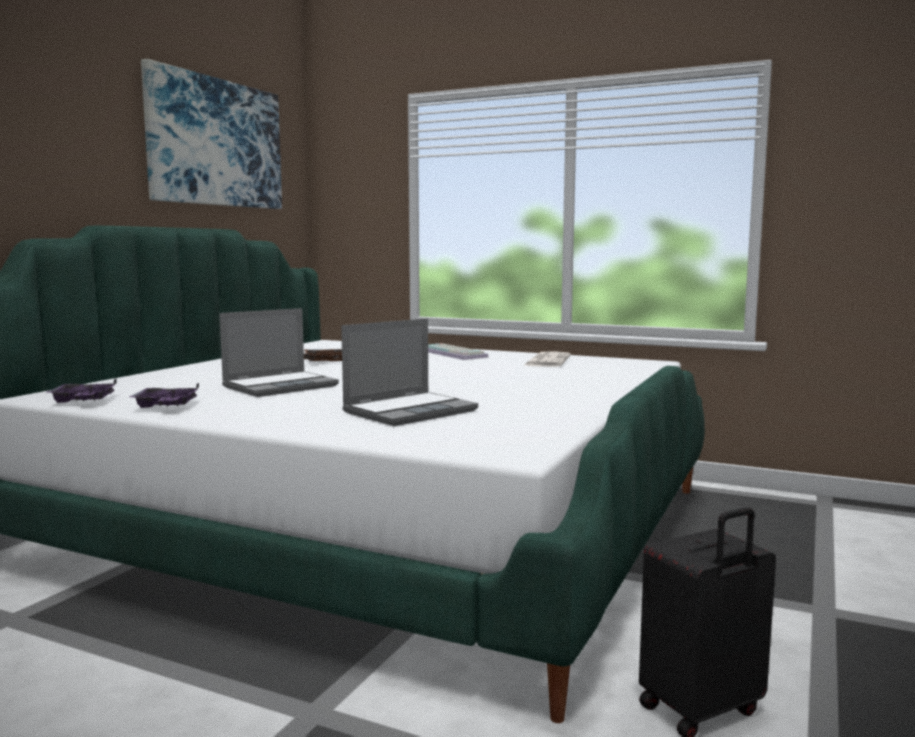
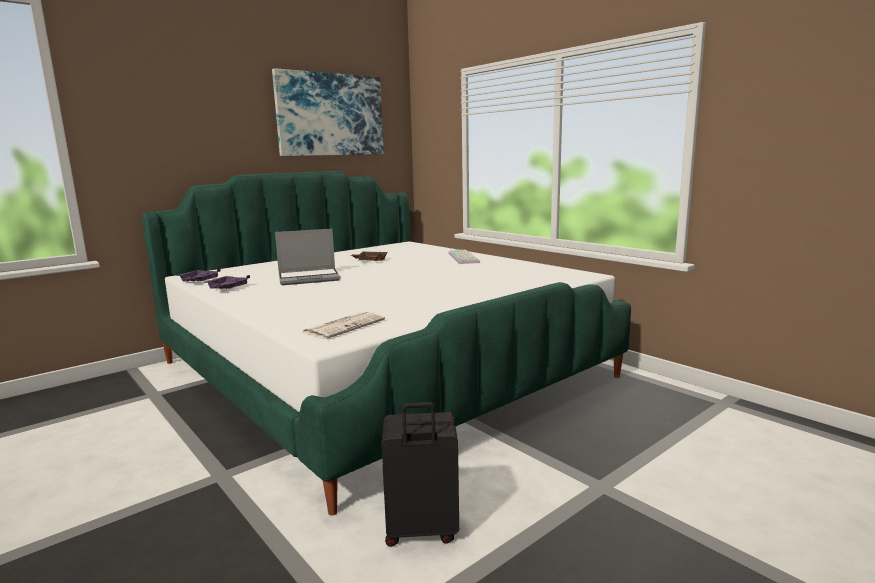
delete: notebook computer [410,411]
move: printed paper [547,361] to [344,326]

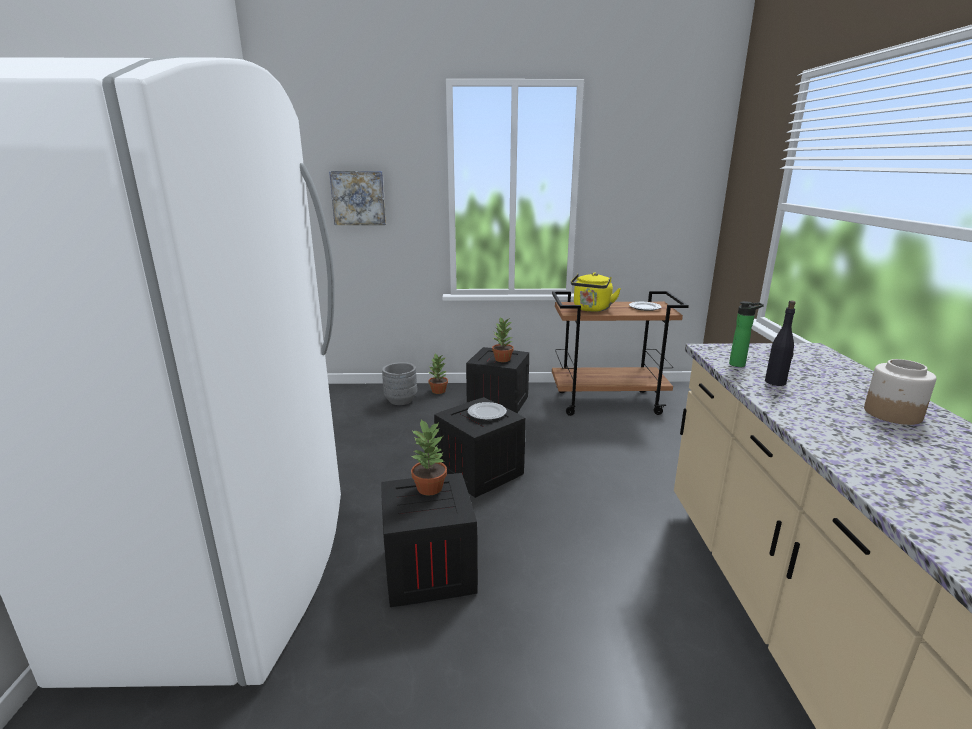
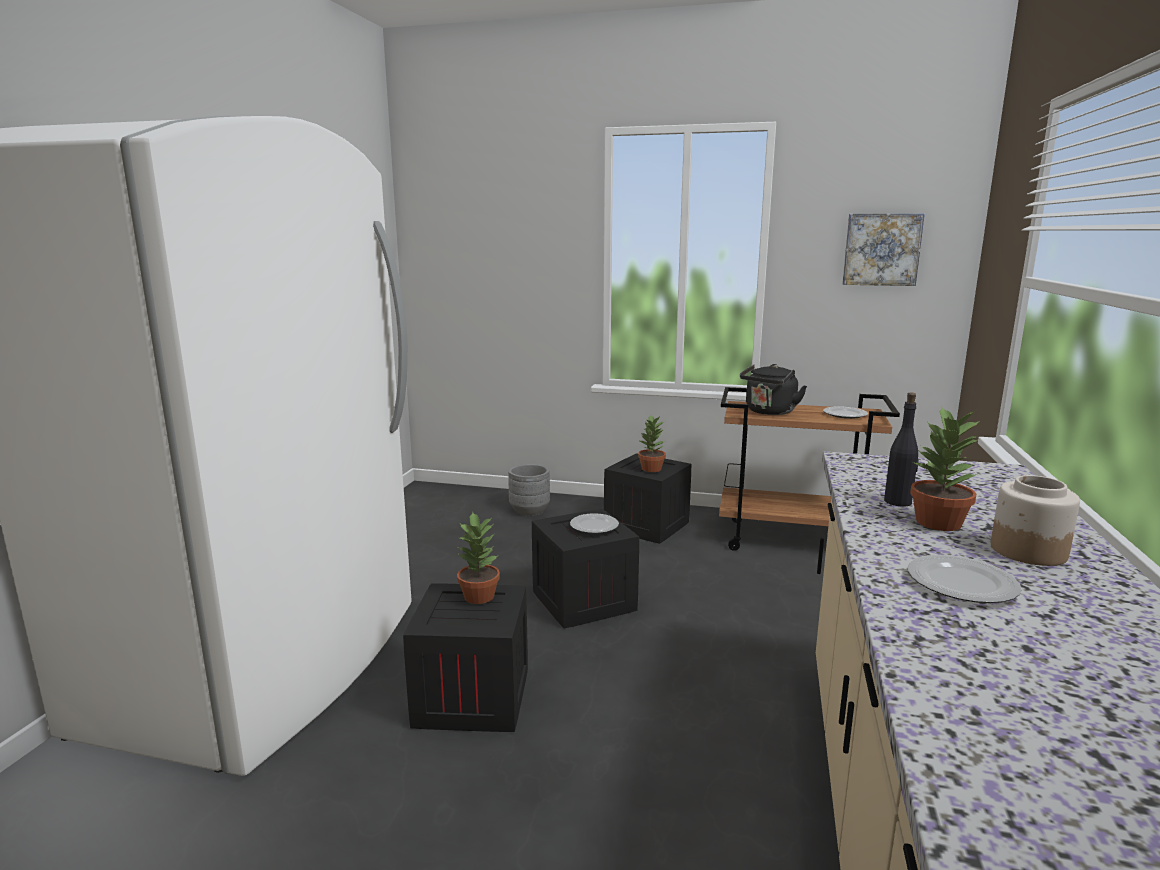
delete: bottle [739,364]
insert: plate [962,584]
move: wall picture [359,198] to [881,249]; potted plant [438,391] to [938,523]
recolor: yellow water kettle [591,309] to black water kettle [769,412]

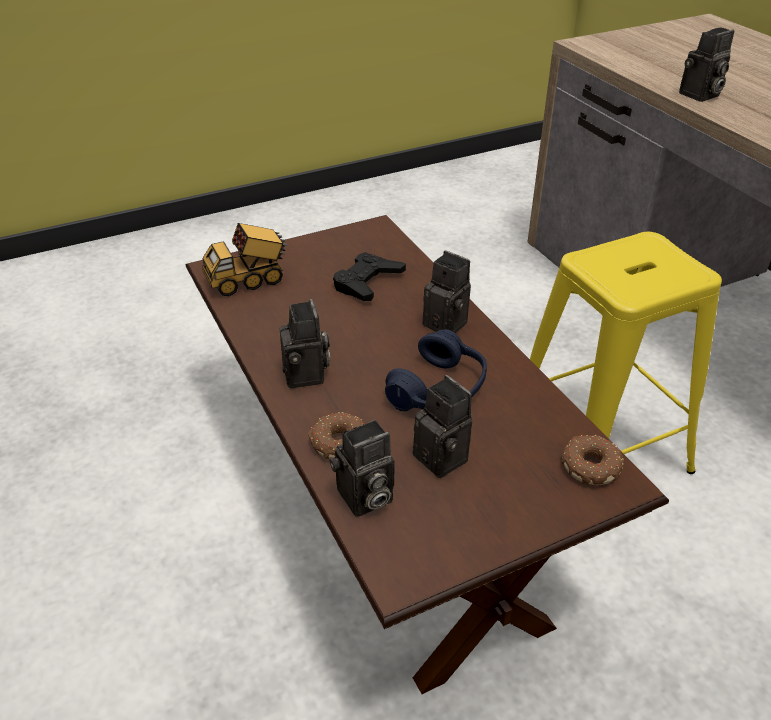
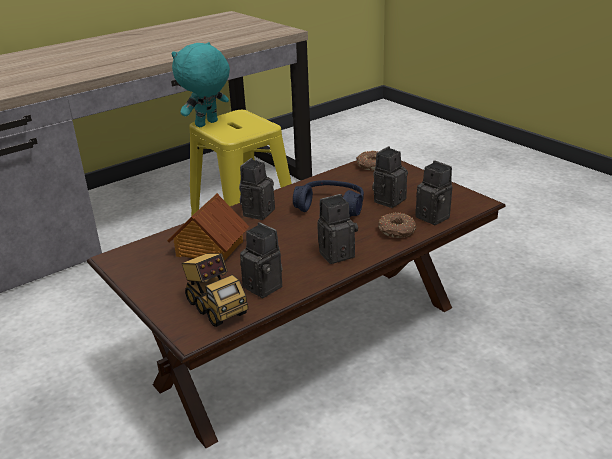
insert: turquoise cuddly toy [207,124]
move: still camera [699,95] to [266,286]
replace: black joypad [367,282] to model house [209,249]

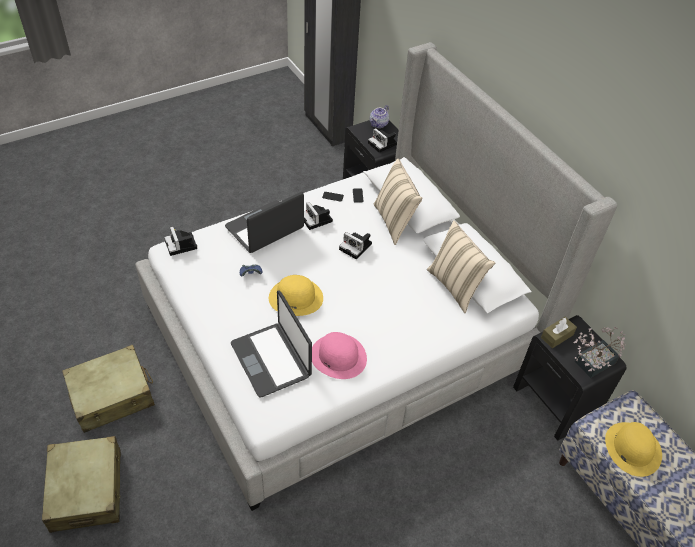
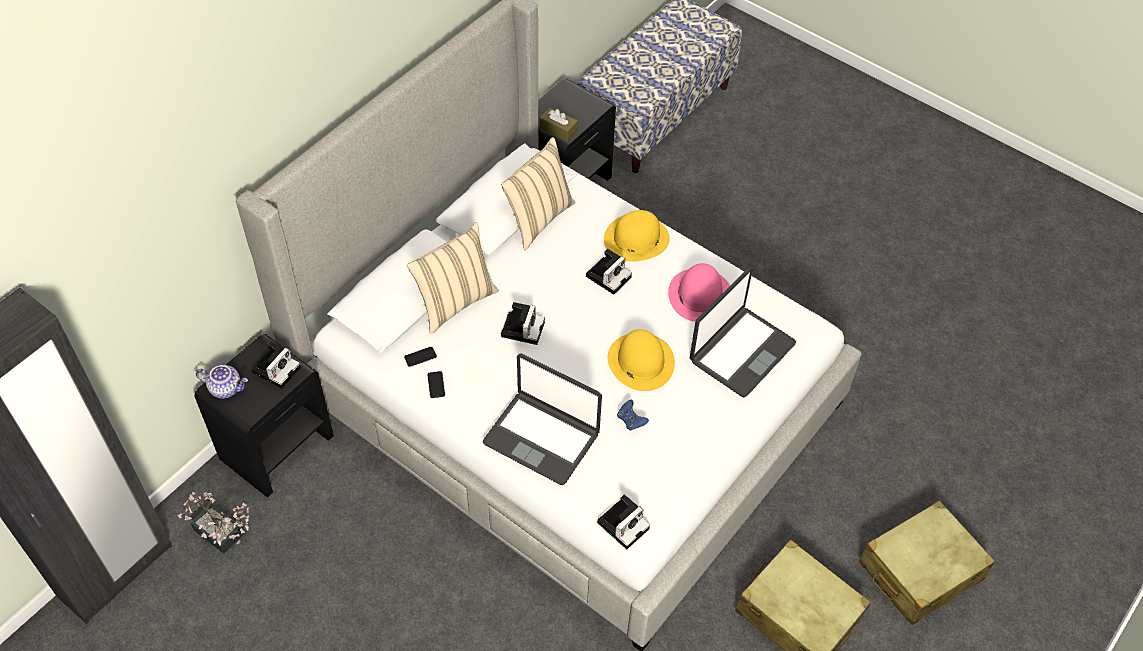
move: still camera [317,220] to [609,275]; potted plant [591,364] to [222,535]; yellow hat [632,448] to [636,239]

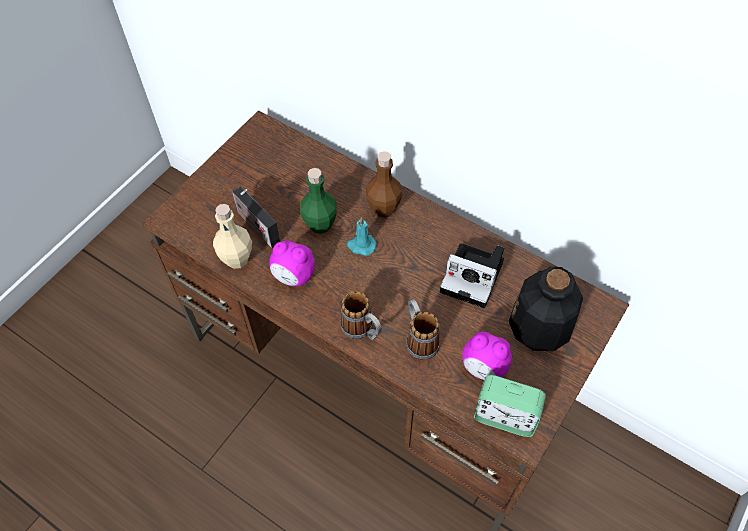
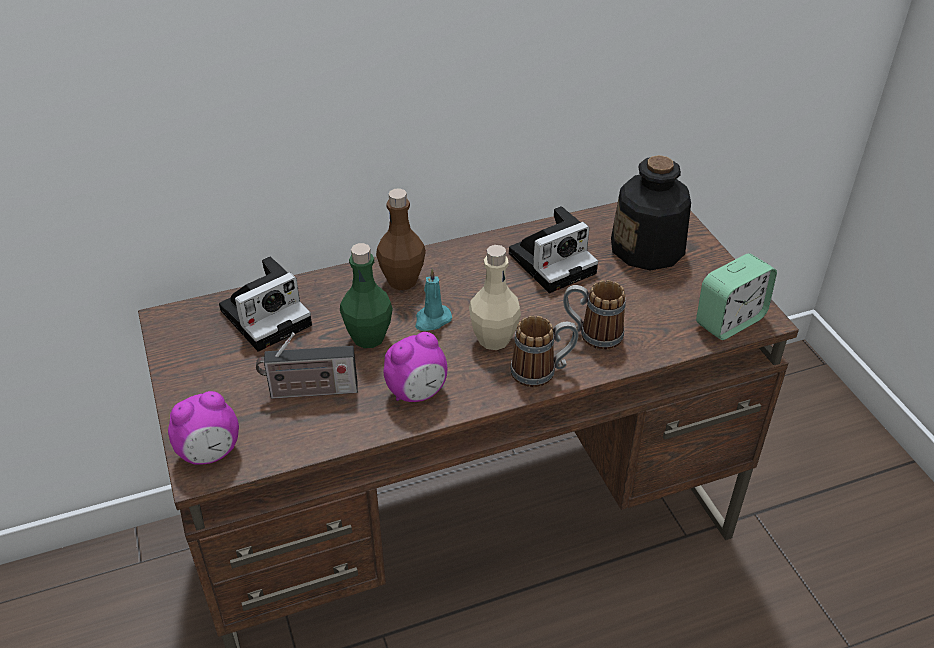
insert: still camera [268,315]
move: beige-coloured bottle [237,259] to [494,339]; bedside clock [483,368] to [210,453]

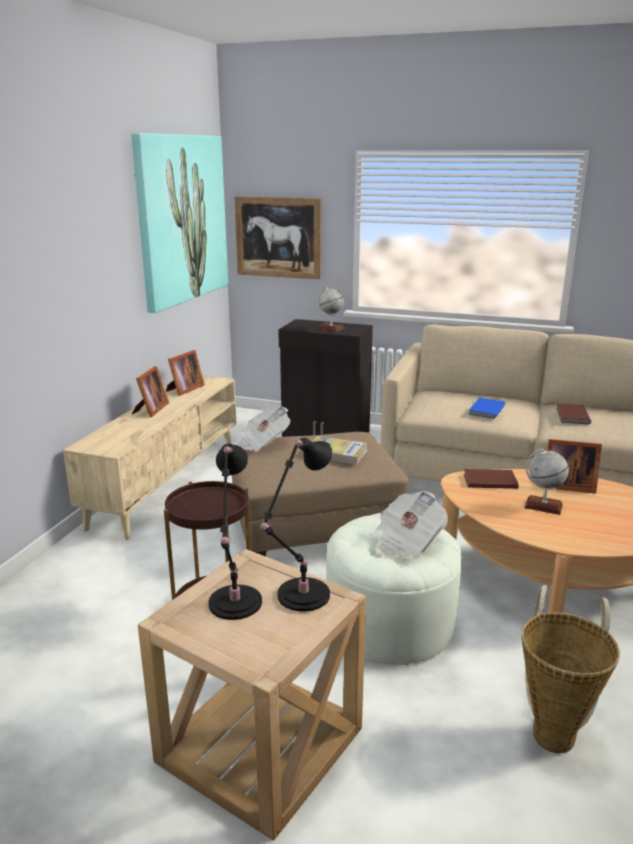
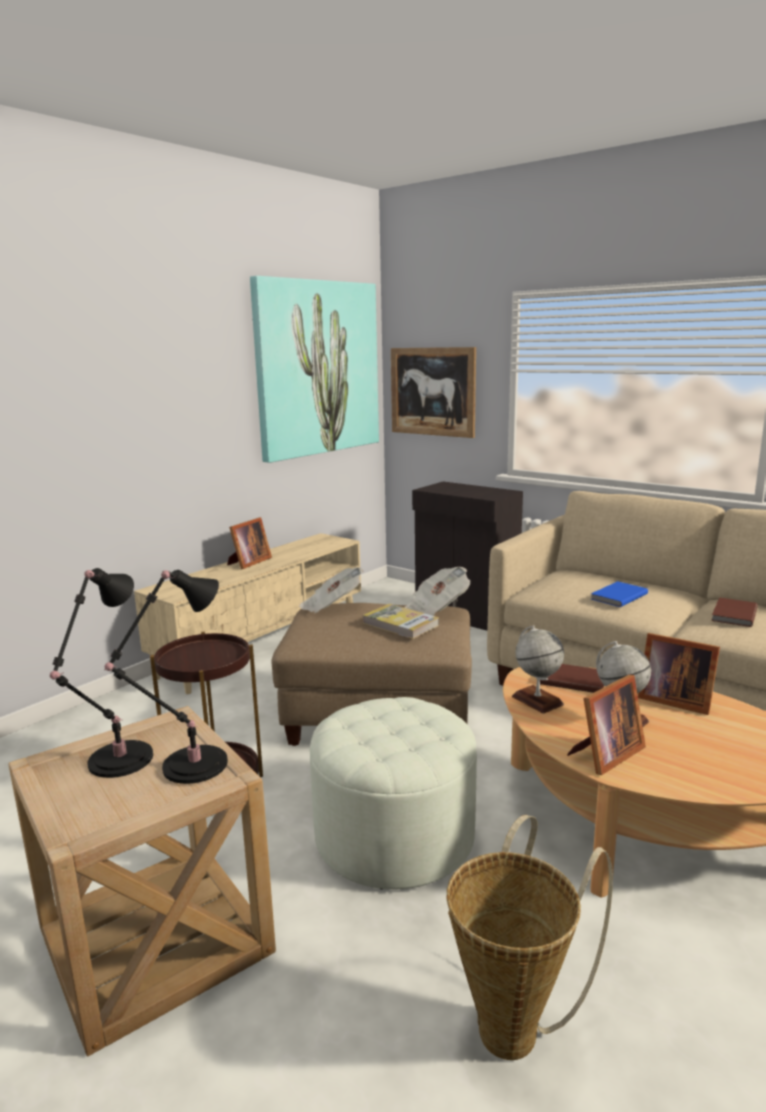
move: globe [330,328] to [537,700]; standing frame [184,389] to [605,755]; printed paper [407,542] to [436,608]

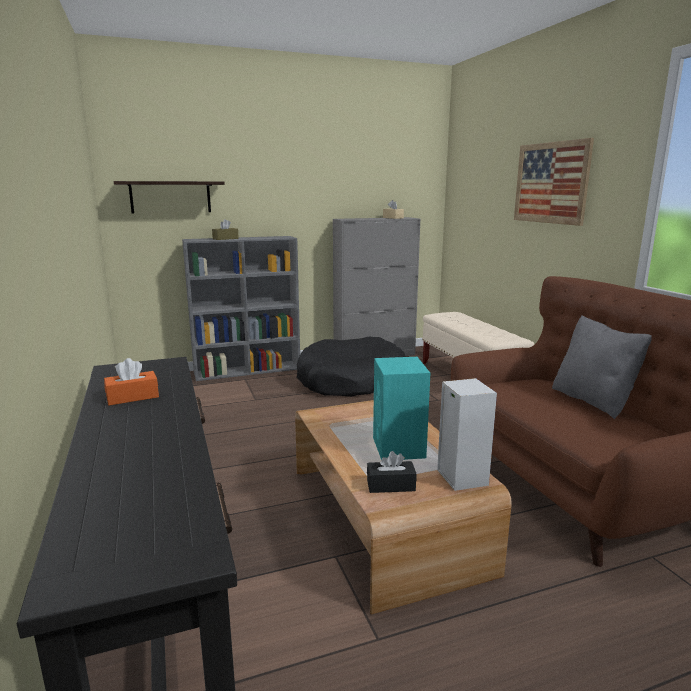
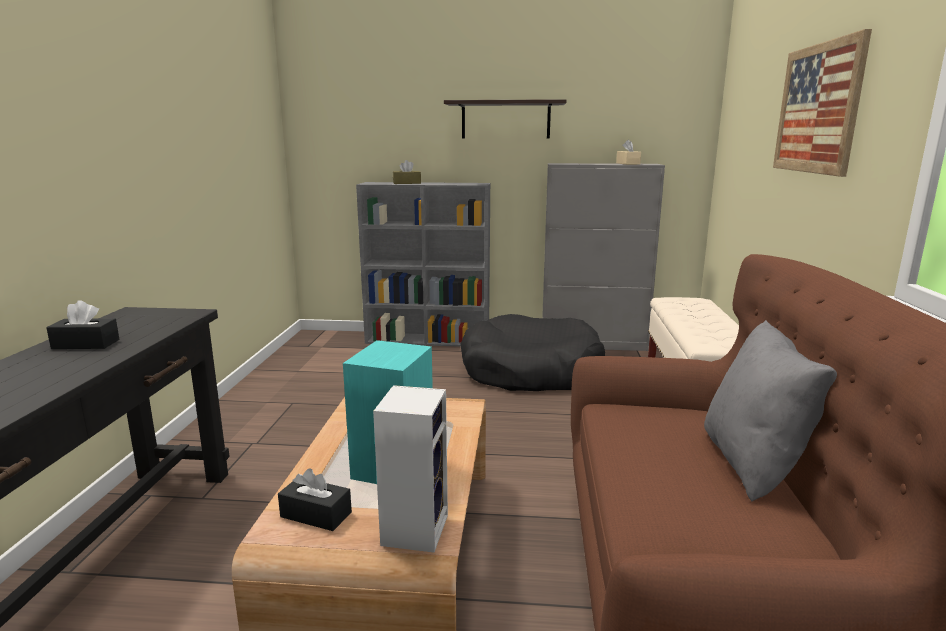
move: shelf [170,197] to [505,120]
recolor: orange-coloured box of tissues [132,397] to black box of tissues [86,344]

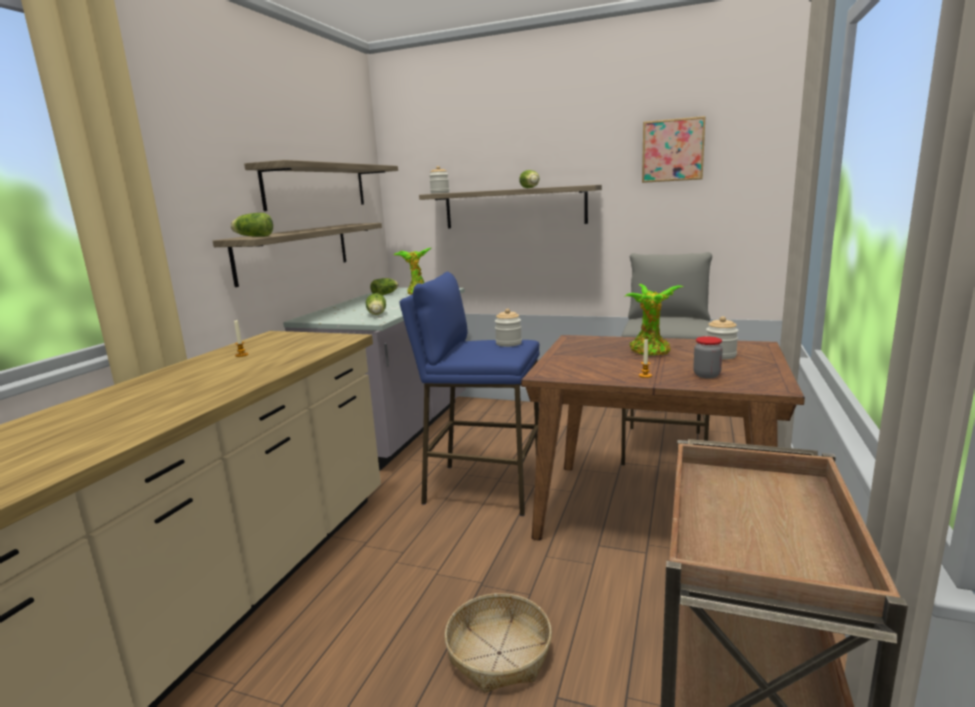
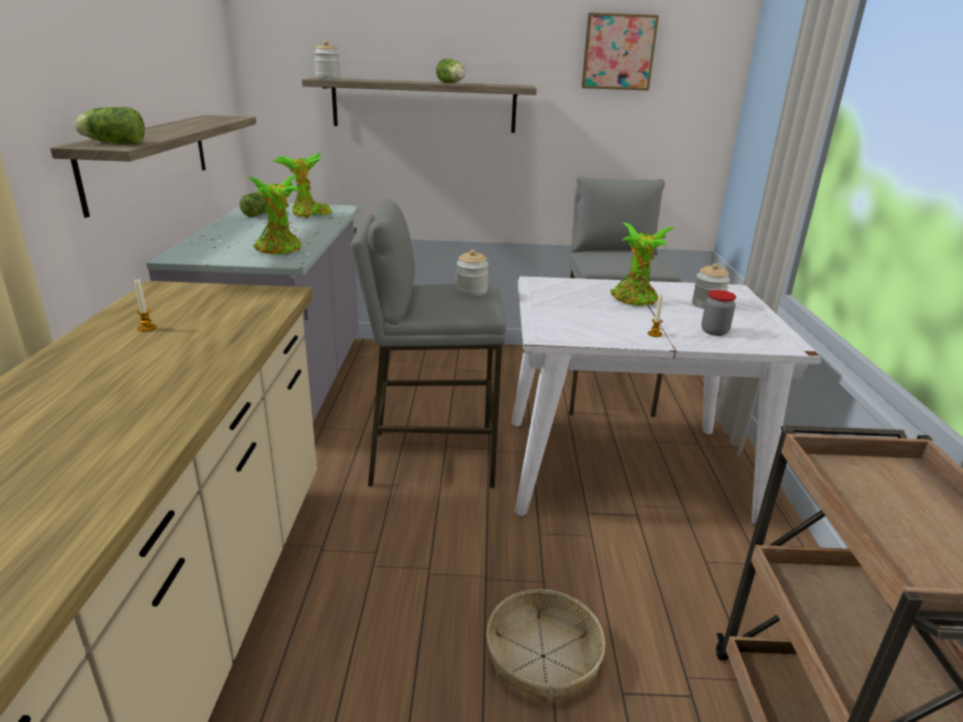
delete: shelf [317,186]
replace: lettuce head [377,314] to potted plant [280,250]
recolor: bluish sitting stool [482,488] to gray sitting stool [431,457]; brown dinner table [654,513] to white-coloured dinner table [626,468]

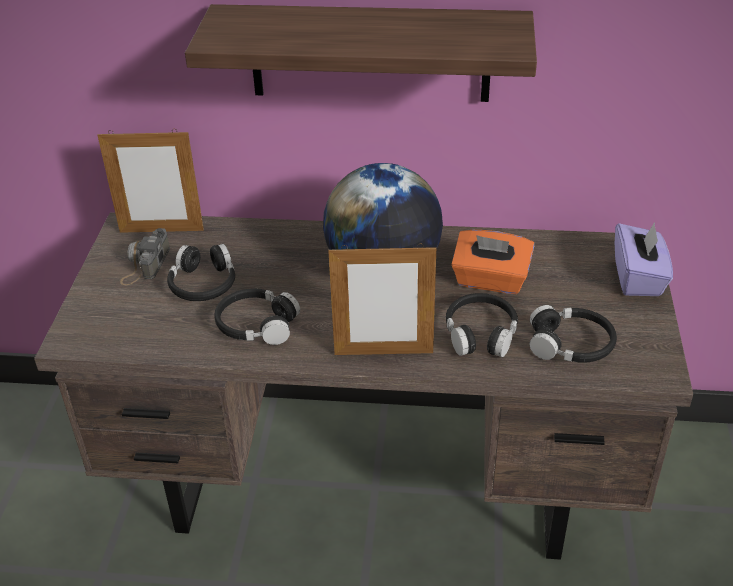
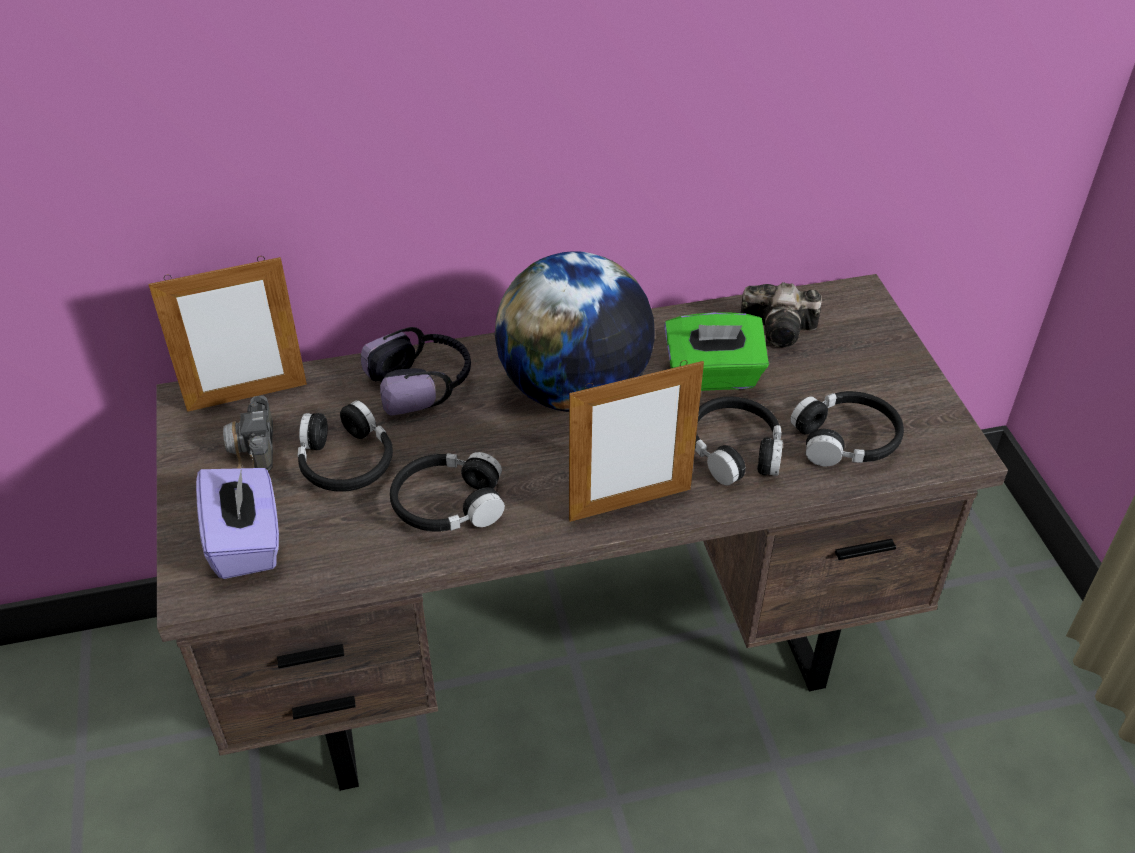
delete: shelf [370,53]
insert: still camera [782,329]; headset [422,384]
move: purple-coloured box of tissues [638,278] to [246,542]
recolor: orange-coloured box of tissues [490,280] to green-coloured box of tissues [713,376]

